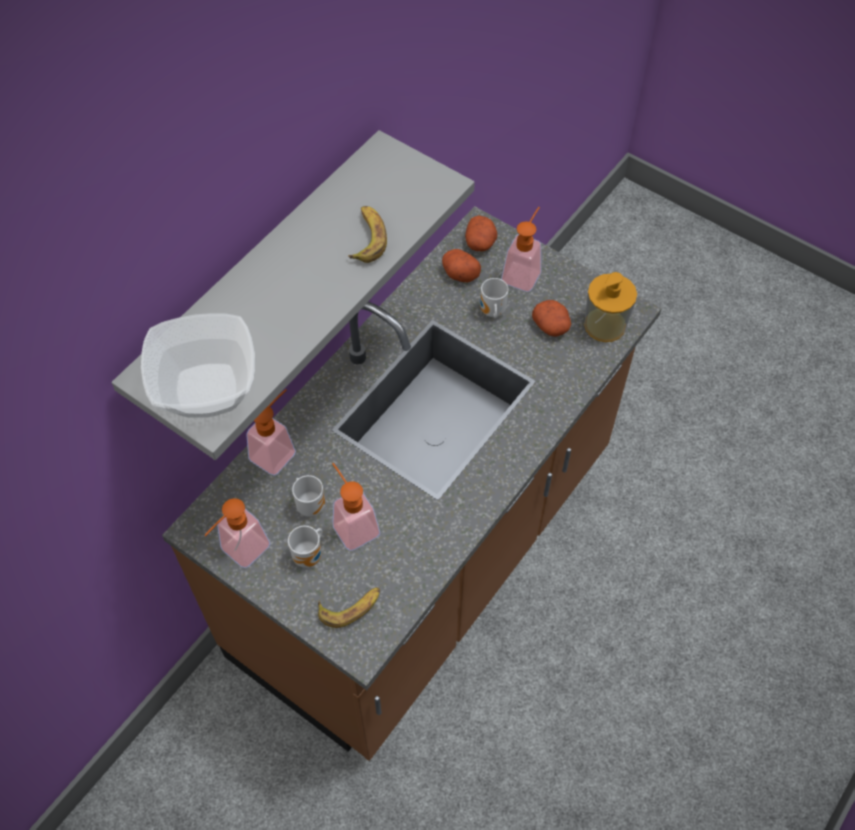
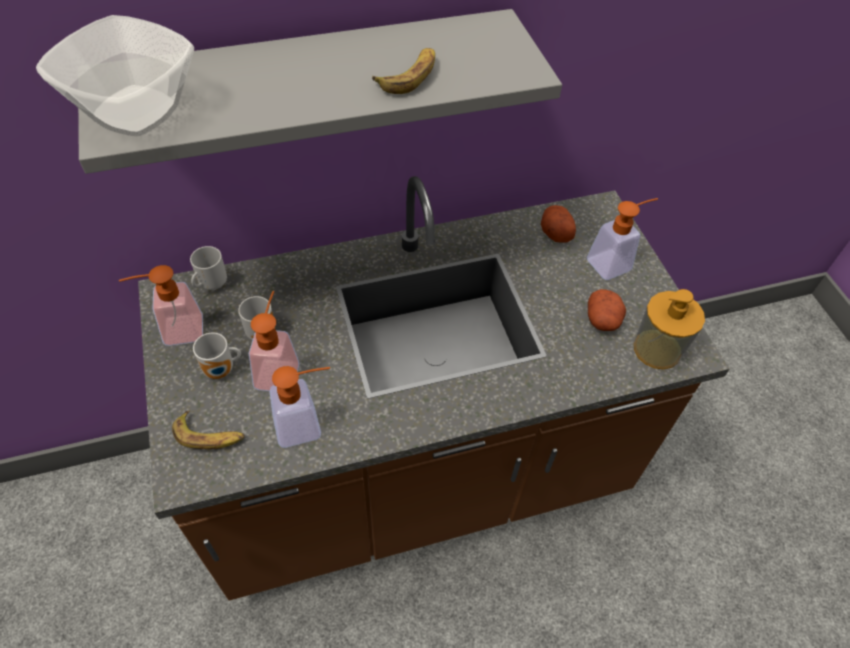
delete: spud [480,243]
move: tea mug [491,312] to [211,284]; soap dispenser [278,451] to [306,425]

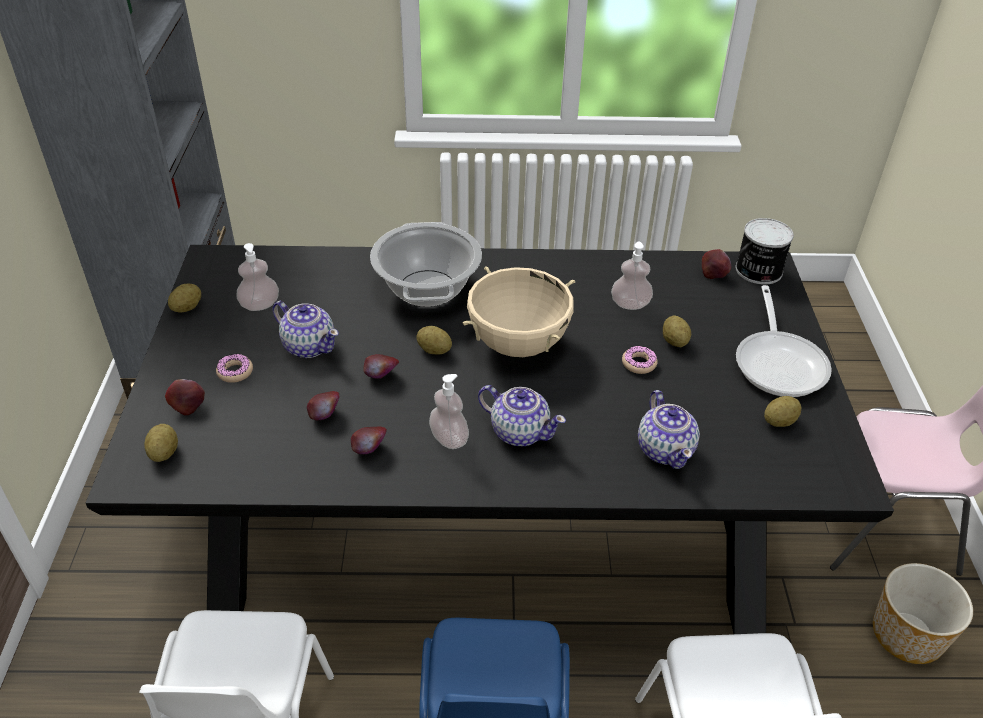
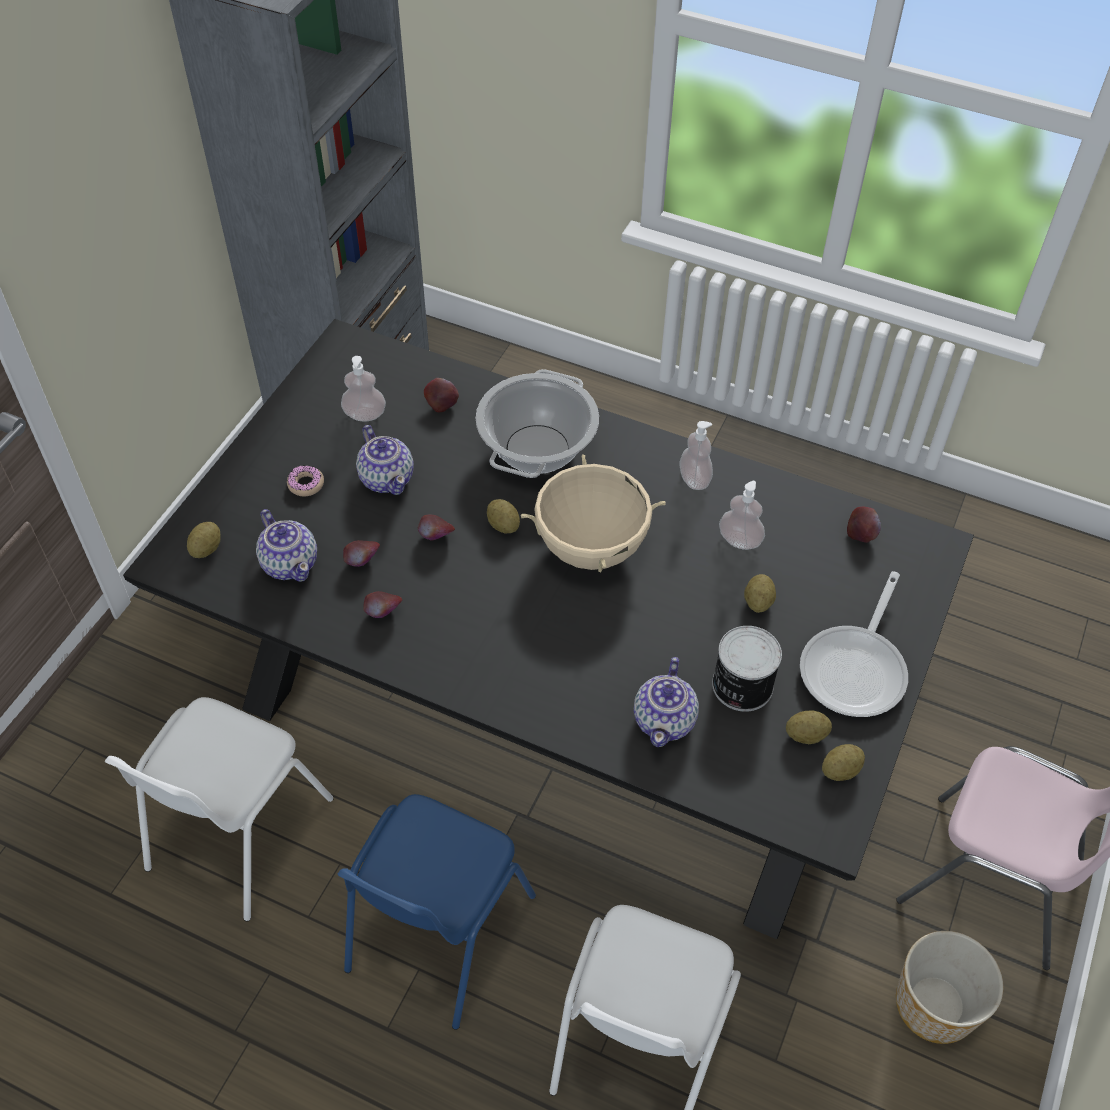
delete: doughnut [639,363]
move: metal can [758,271] to [741,686]; spud [187,308] to [840,770]; soap dispenser [449,439] to [694,479]; apple [188,406] to [442,404]; tea pot [519,431] to [290,563]

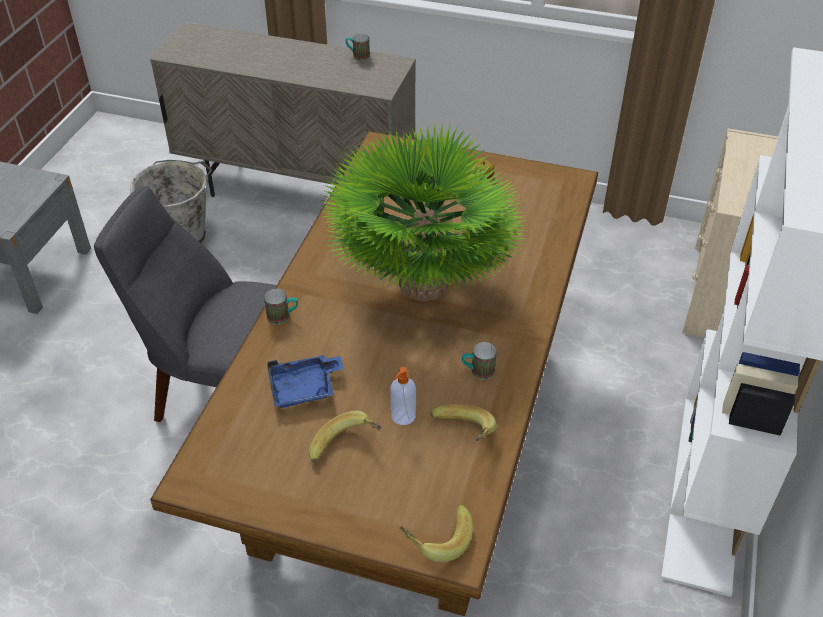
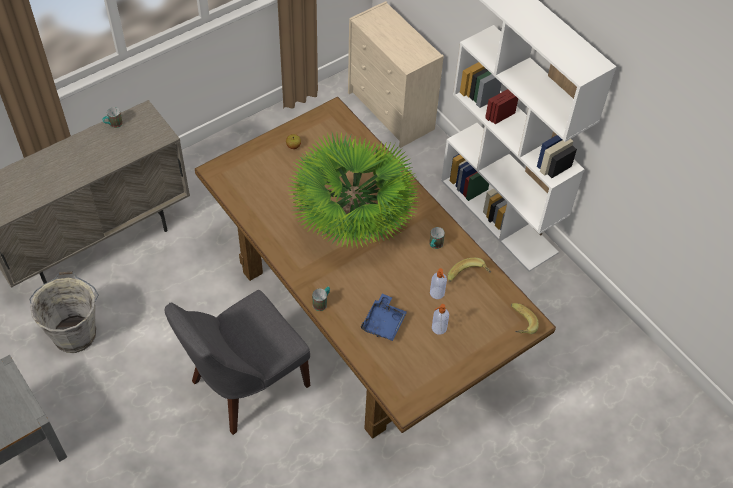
replace: banana fruit [346,448] to soap dispenser [438,328]

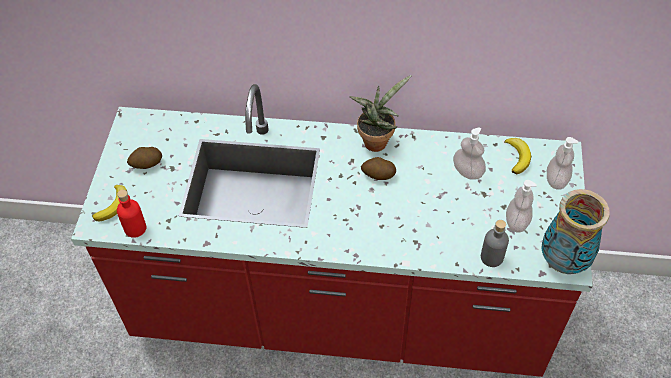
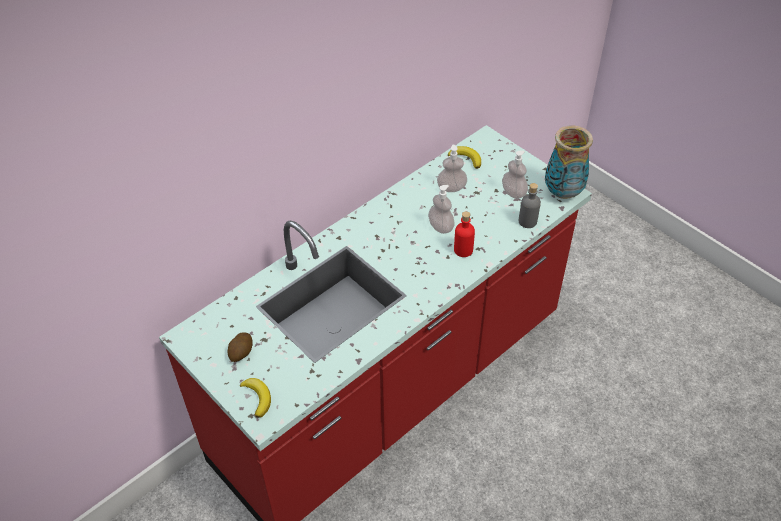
delete: potted plant [376,140]; spud [378,175]
move: soap dispenser [556,180] to [440,227]; red-coloured bottle [135,228] to [463,250]

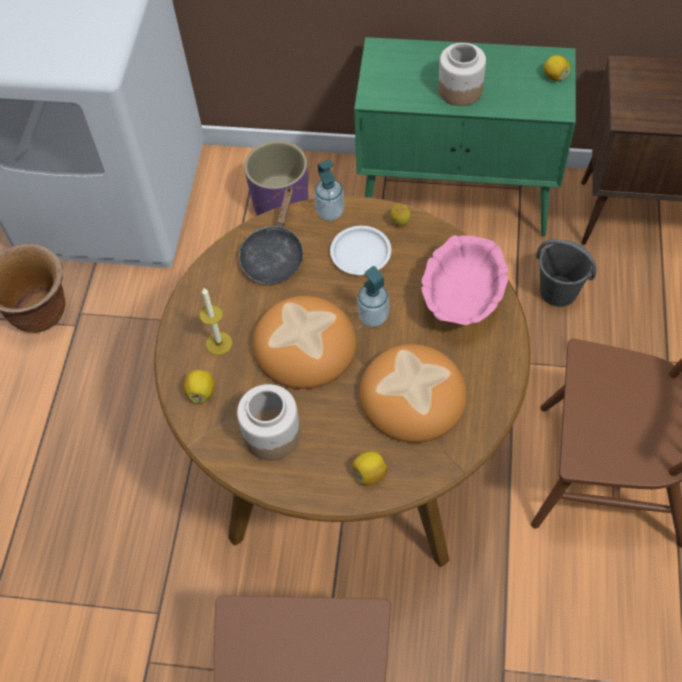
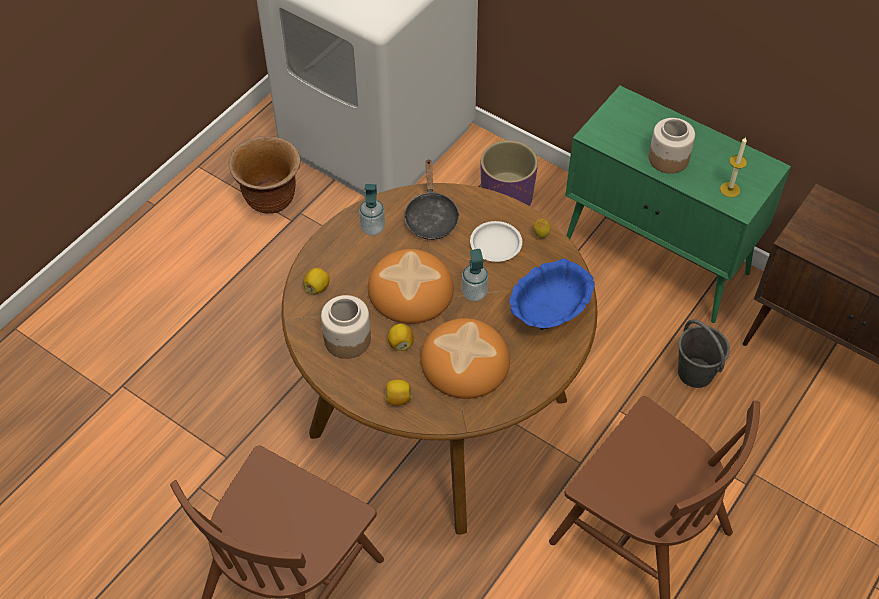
move: citrus fruit [555,76] to [400,344]; soap dispenser [330,212] to [372,228]; wax candle [219,343] to [730,189]
recolor: pink bowl [462,301] to bluish bowl [549,313]
rotate: black skillet [274,255] = [431,217] 45 degrees counterclockwise

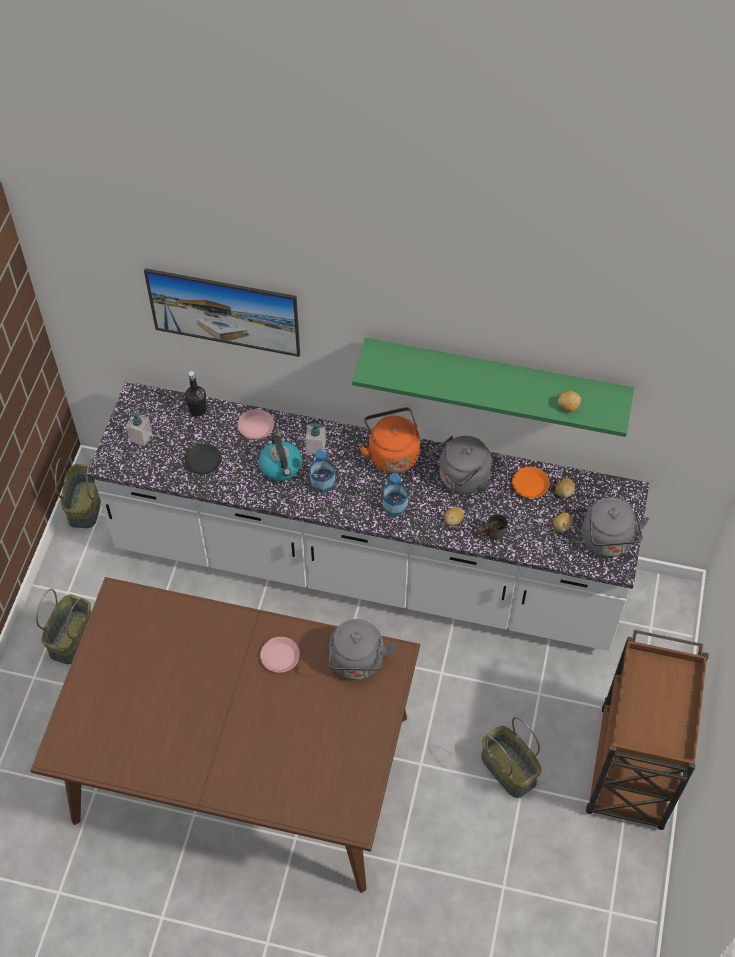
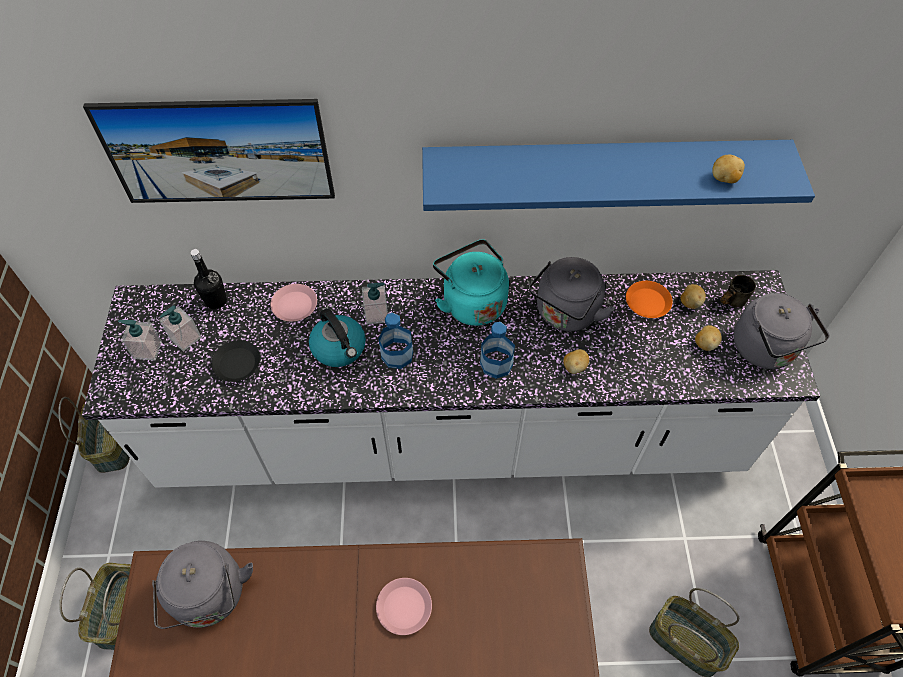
insert: soap dispenser [185,338]
move: gray tea mug [490,533] to [729,301]; gray water kettle [357,663] to [210,597]
recolor: green-coloured shelf [496,378] to bluish shelf [602,169]; orange-coloured water kettle [392,453] to turquoise water kettle [471,302]

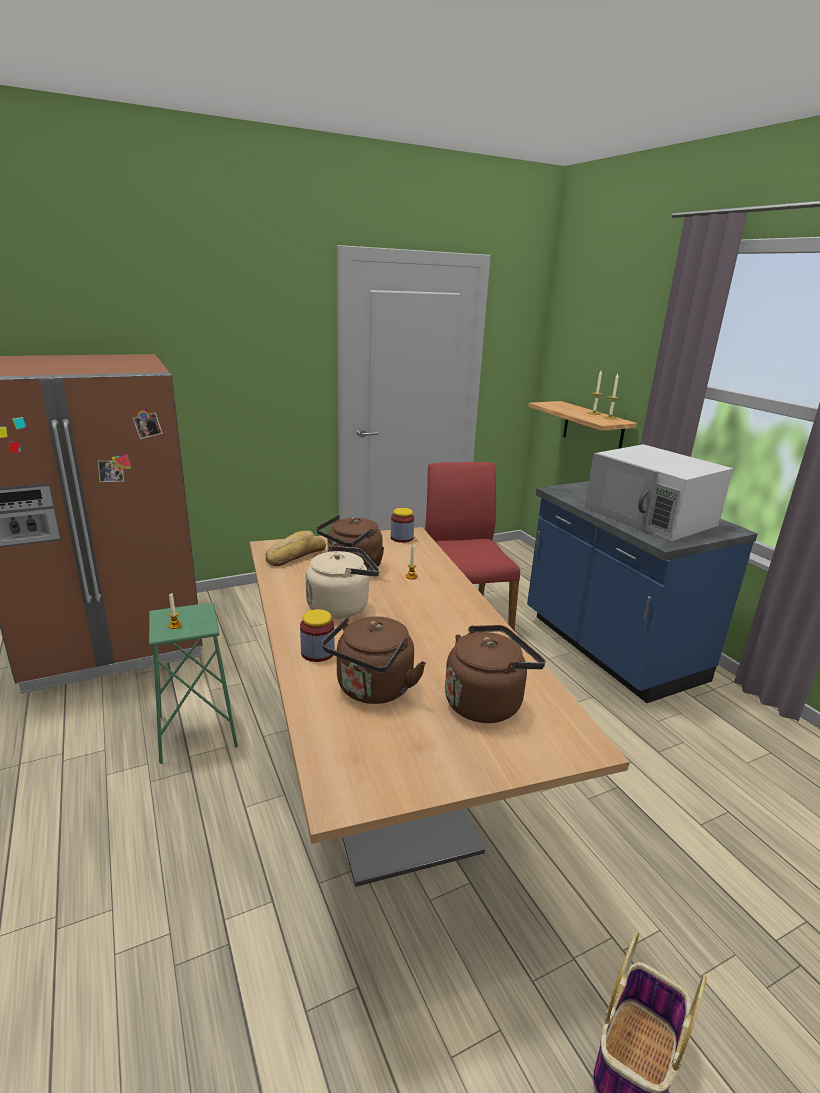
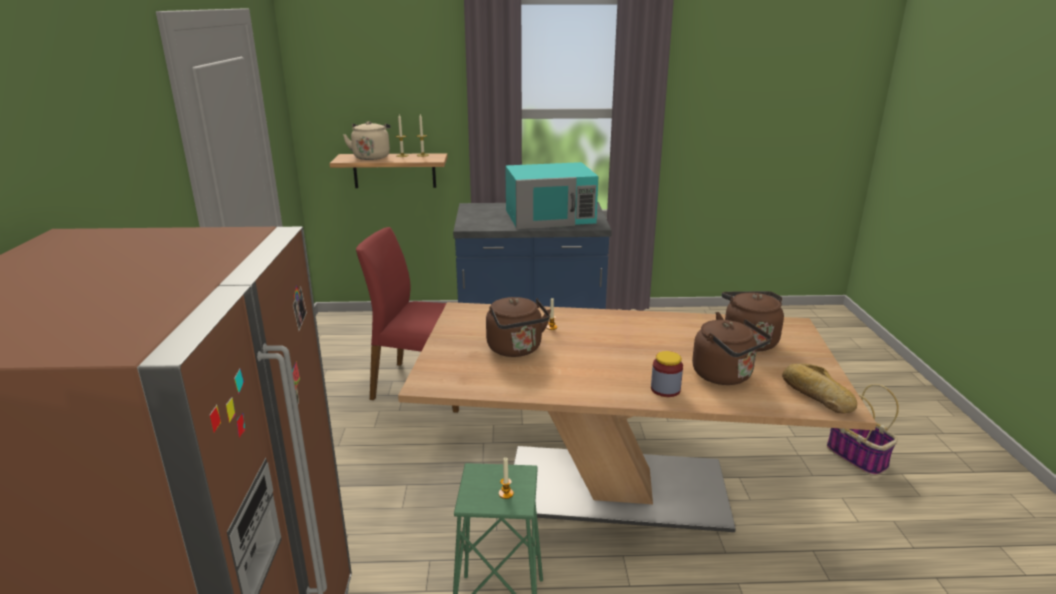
delete: preserve jar [402,538]
move: baked bread [294,555] to [815,395]; beige-coloured water kettle [342,606] to [371,157]
recolor: white-coloured microwave [650,517] to turquoise microwave [550,216]

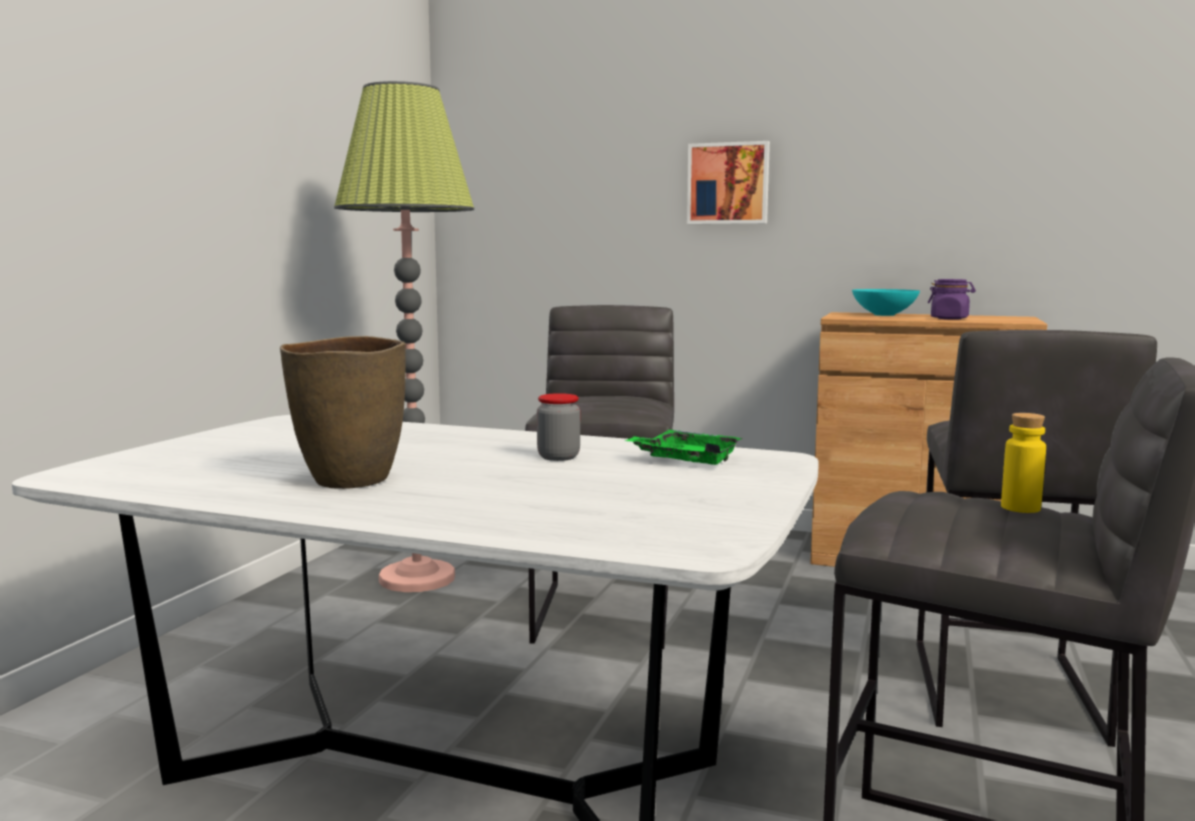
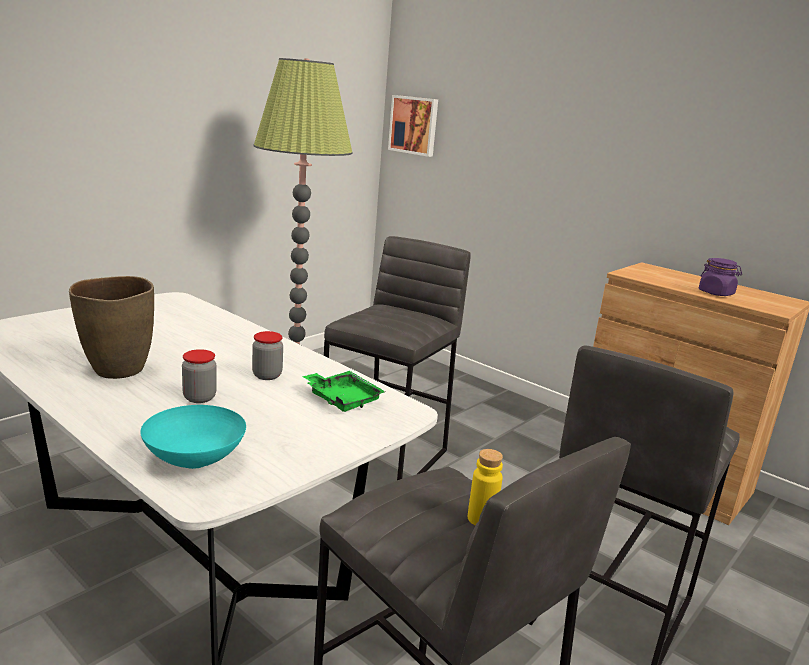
insert: preserve jar [199,398]
move: wall picture [728,183] to [414,125]; turquoise bowl [884,315] to [196,460]

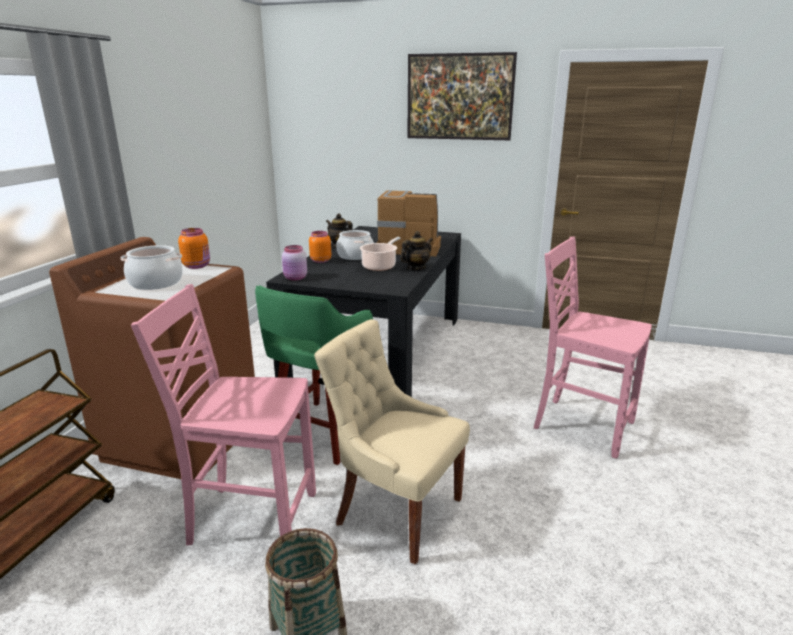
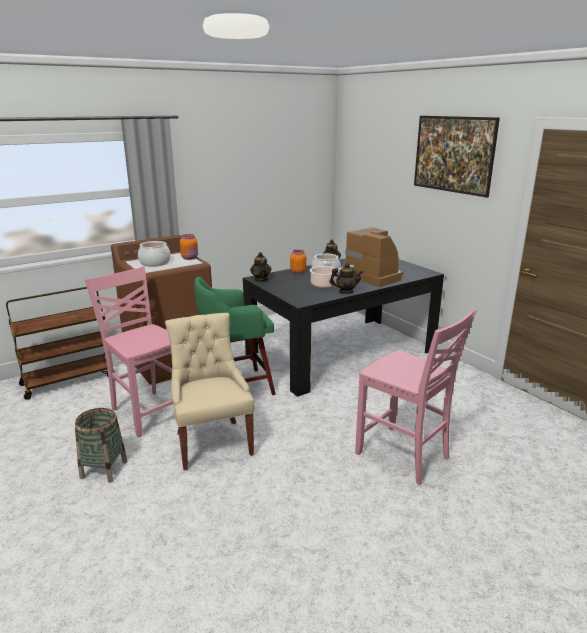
replace: pink preserve jar [295,278] to tea pot [260,279]
rotate: pink chair [581,425] = [404,456] 150 degrees clockwise

